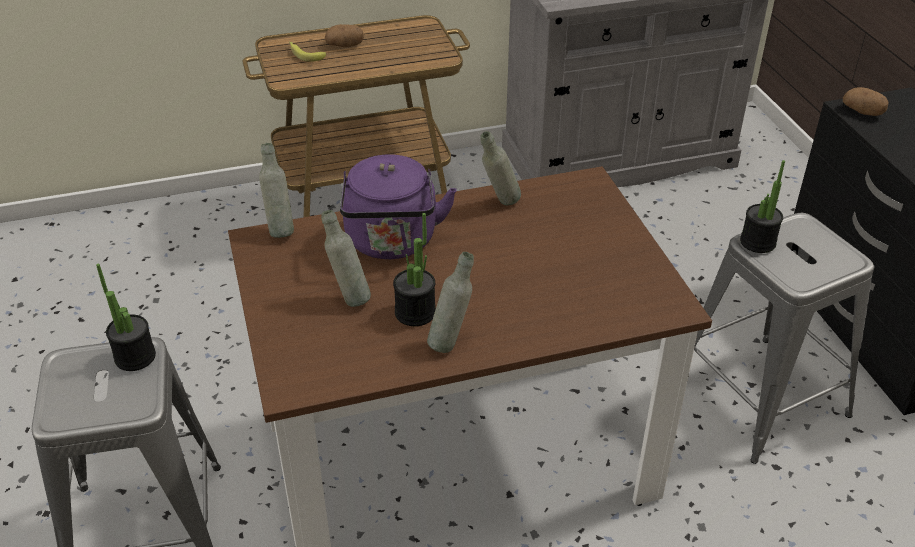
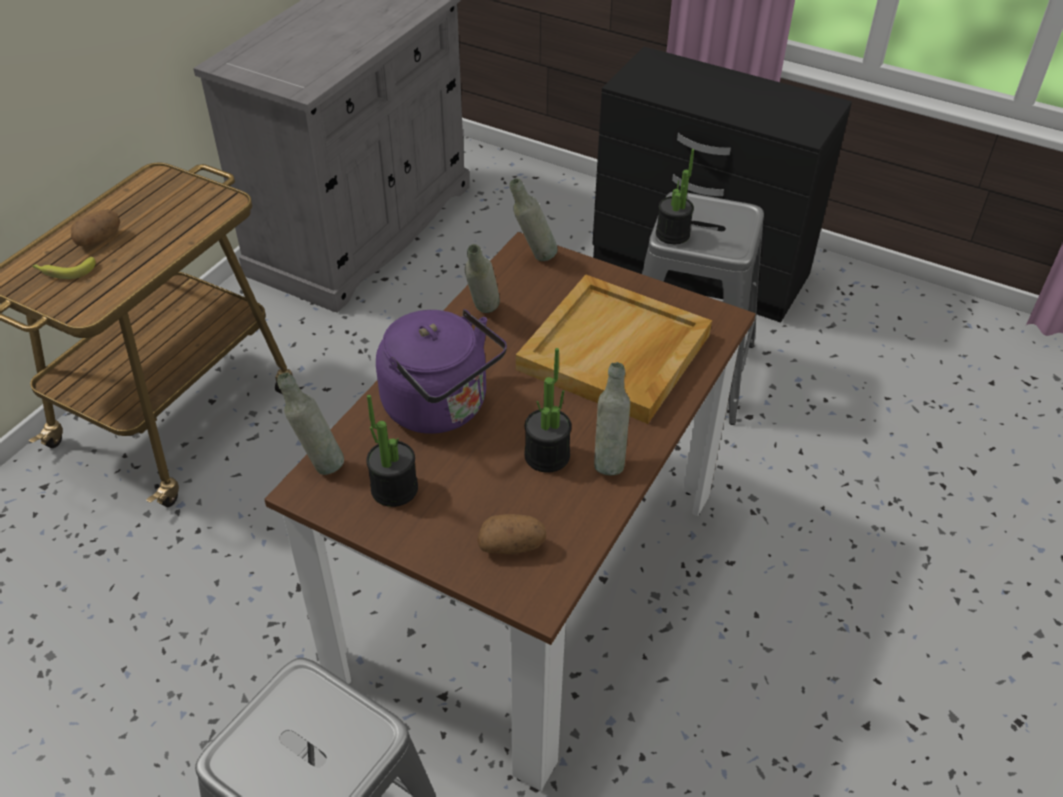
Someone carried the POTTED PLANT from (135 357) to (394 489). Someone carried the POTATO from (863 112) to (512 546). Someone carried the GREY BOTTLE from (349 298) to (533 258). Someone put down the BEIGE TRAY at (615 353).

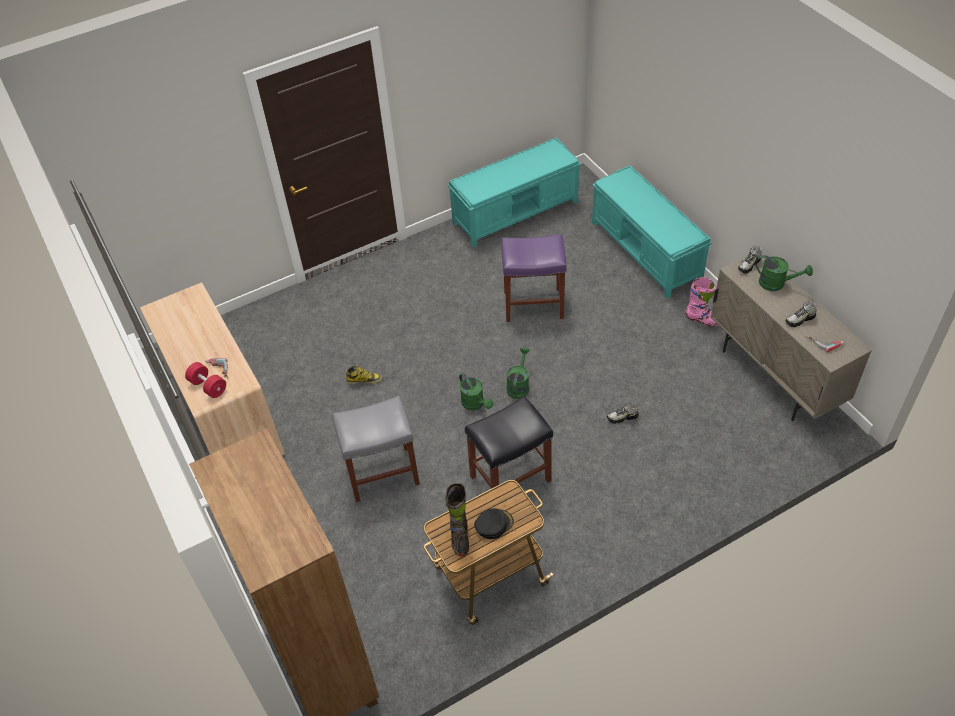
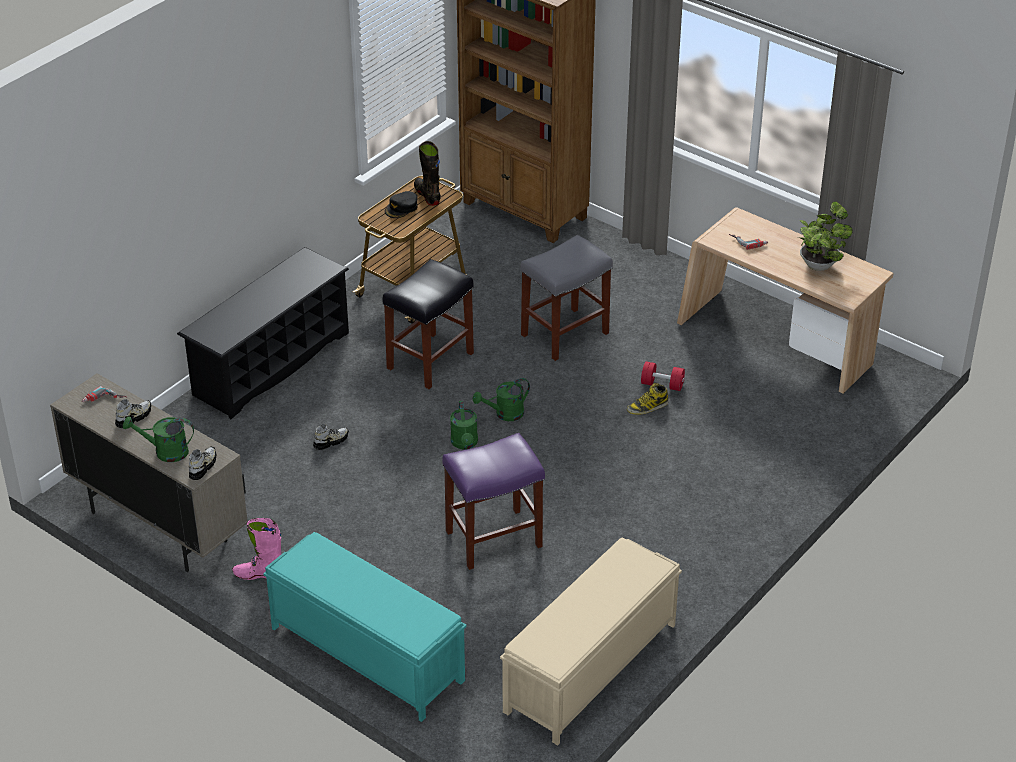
Someone put down the BLACK SHOE RACK at (271 364). Someone rotated the GREEN WATERING CAN at (475 404) by 60 degrees counterclockwise. Someone repainted the TURQUOISE BENCH at (516 212), which became the BEIGE BENCH at (589 669). Someone carried the RED DUMBBELL from (208 386) to (662 385). Someone put down the POTTED PLANT at (819 263).

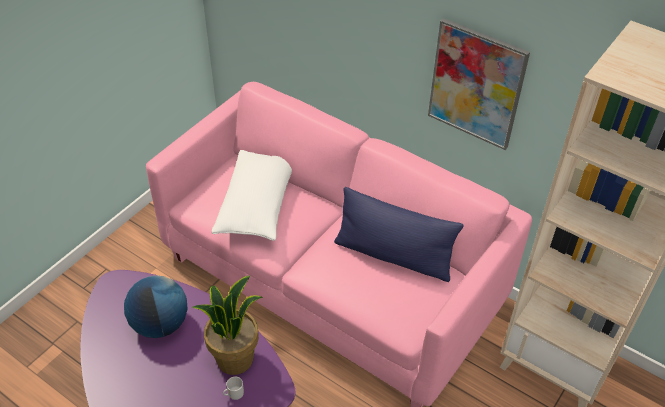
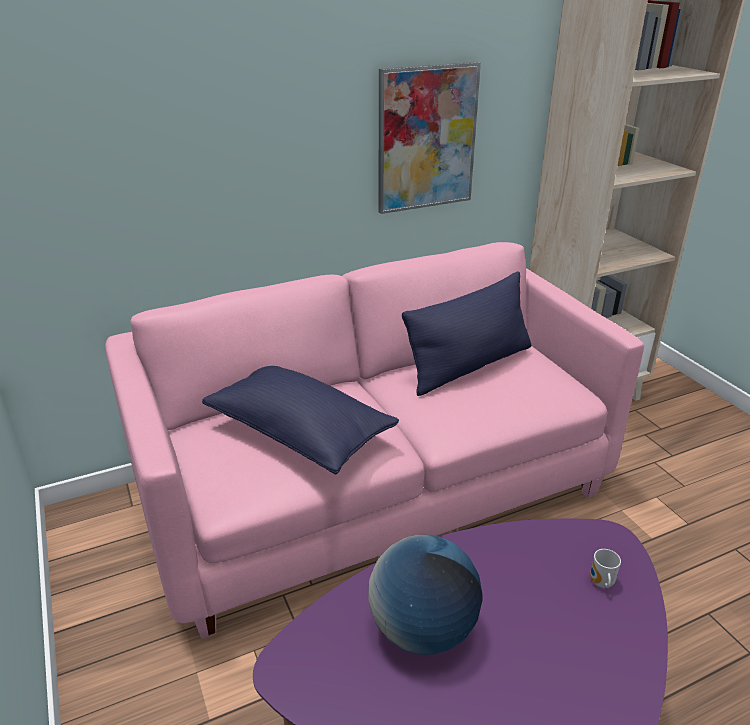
Someone repainted the WHITE PILLOW at (257 205), which became the BLUE PILLOW at (300 433). Someone took away the POTTED PLANT at (235 358).

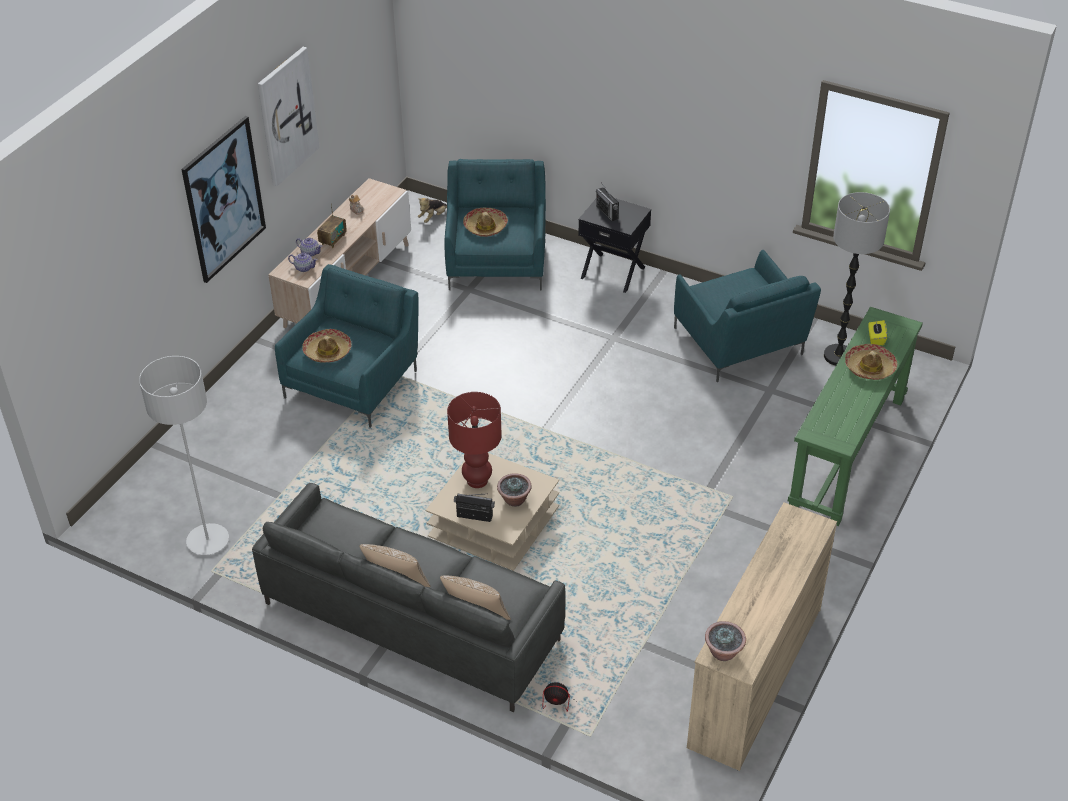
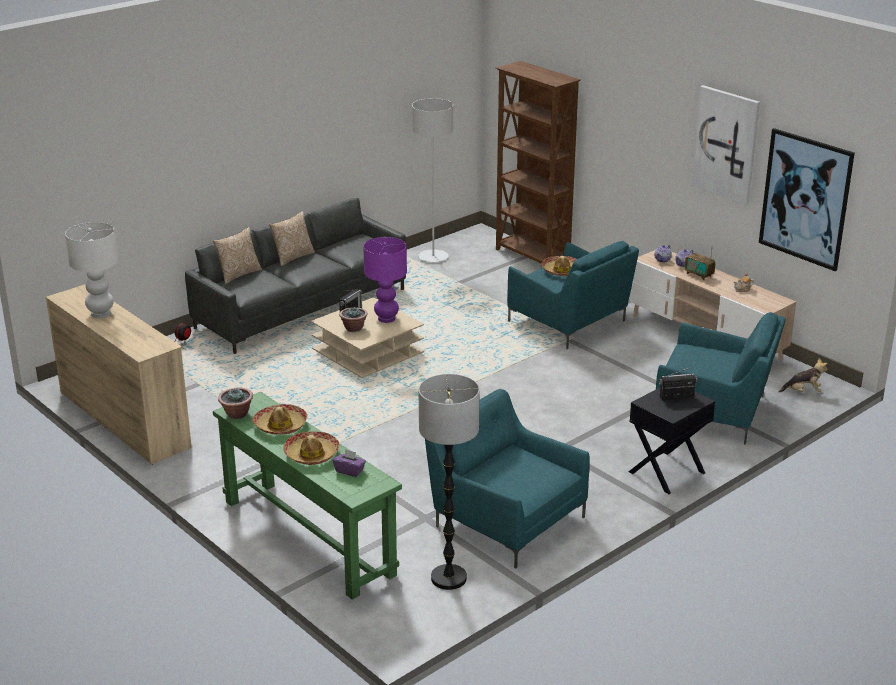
Someone put down the WHITE TABLE LAMP at (101 314). Someone carried the POTTED PLANT from (723 653) to (237 414). Someone carried the HAT from (485 227) to (280 425). Someone repainted the YELLOW TISSUE BOX at (876 338), which became the PURPLE TISSUE BOX at (349 471). Someone repainted the RED TABLE LAMP at (477 480), which became the PURPLE TABLE LAMP at (387 319). Someone rotated the TURQUOISE ARMCHAIR at (740 344) by 45 degrees clockwise. Someone put down the BROWN BOOKCASE at (532 257). Someone carried the PICTURE from (224 199) to (805 199). Someone rotated the PLUSH TOY at (433 217) by 120 degrees clockwise.

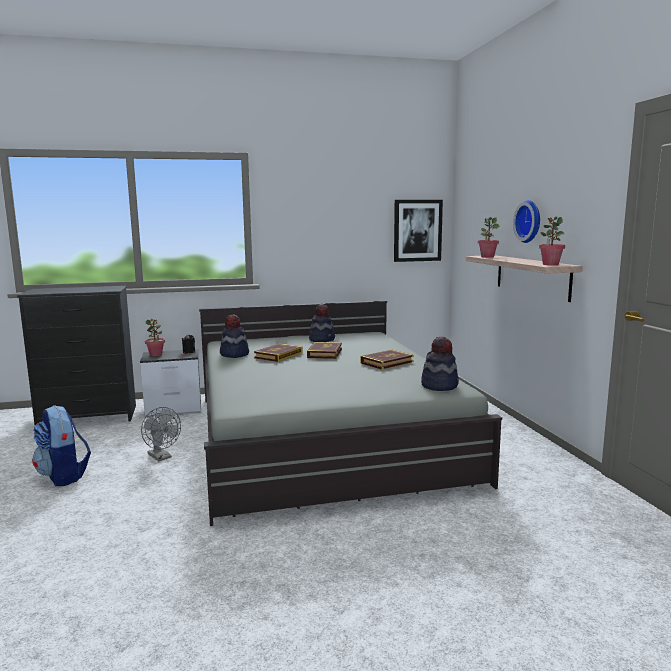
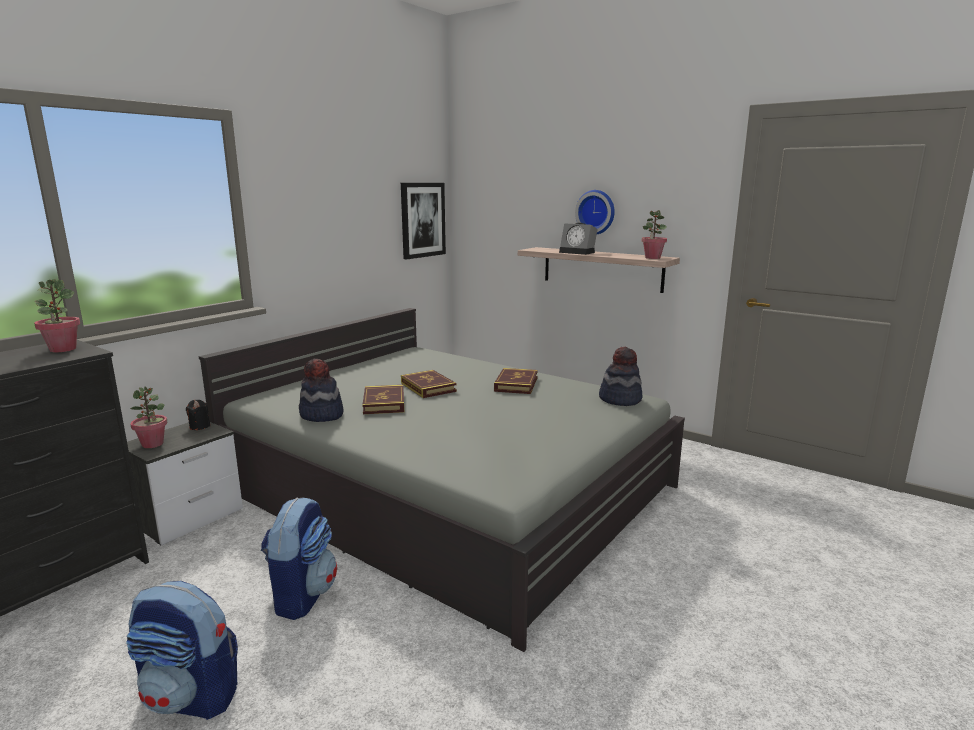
Someone carried the POTTED PLANT from (487 257) to (63 349). Someone swapped the GREY FAN at (162 457) for the BACKPACK at (302 595). Someone put down the ALARM CLOCK at (578 252). Someone took away the HAT at (322 339).

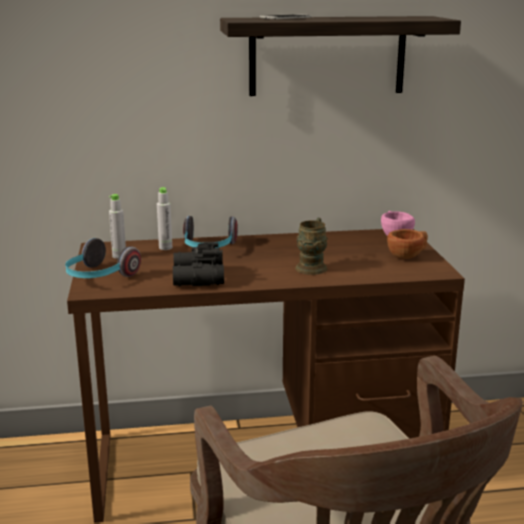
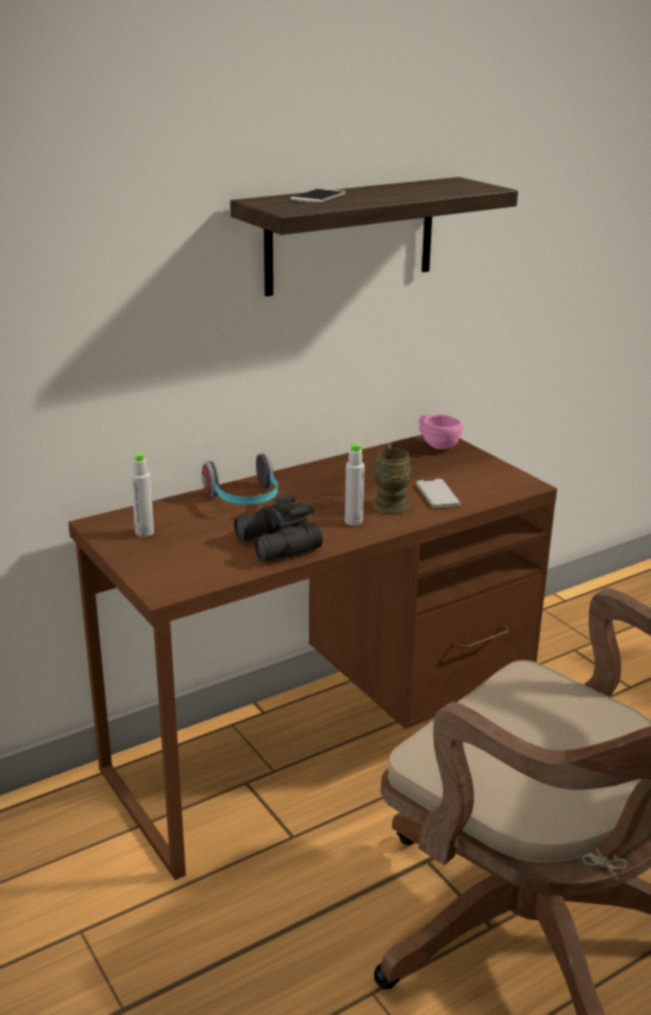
Someone carried the GREY BOTTLE from (165 248) to (353 521). Someone put down the PHONE at (437 495). Someone took away the HEADPHONES at (99 277). Someone took away the BROWN CUP at (408 256).

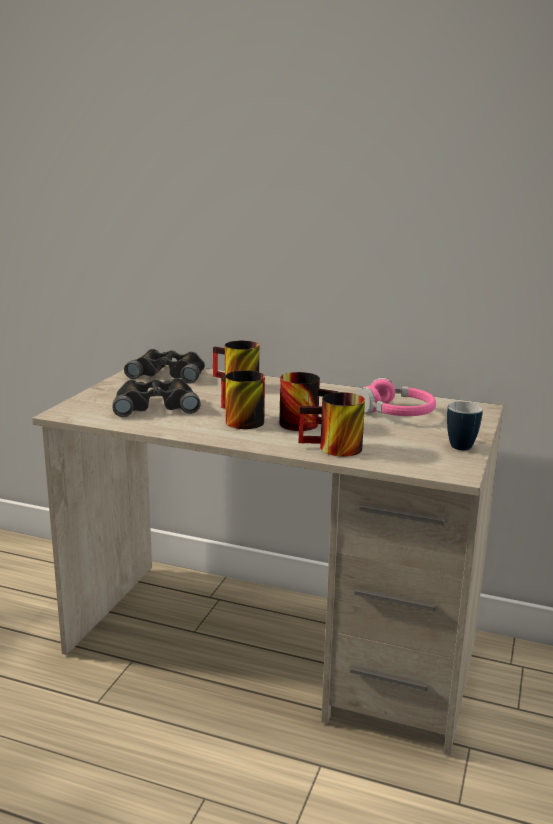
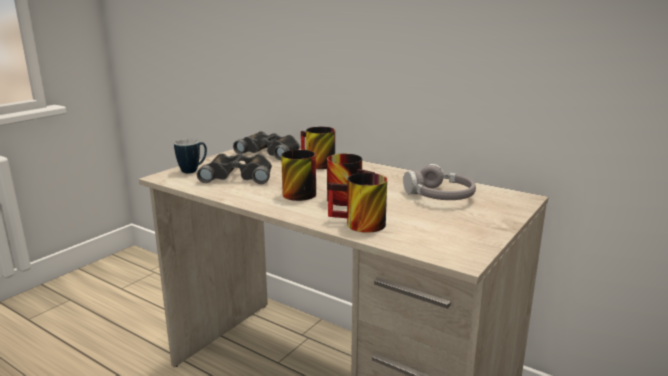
Someone carried the MUG from (463 445) to (193 170). Someone repainted the PINK HEADPHONES at (396 412), which became the GREY HEADPHONES at (439 196).

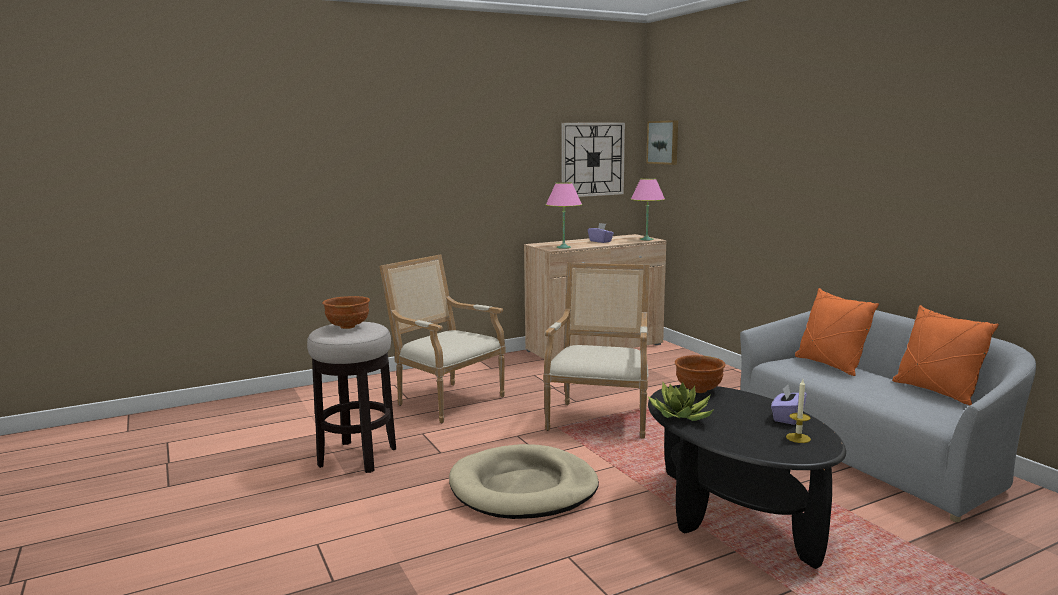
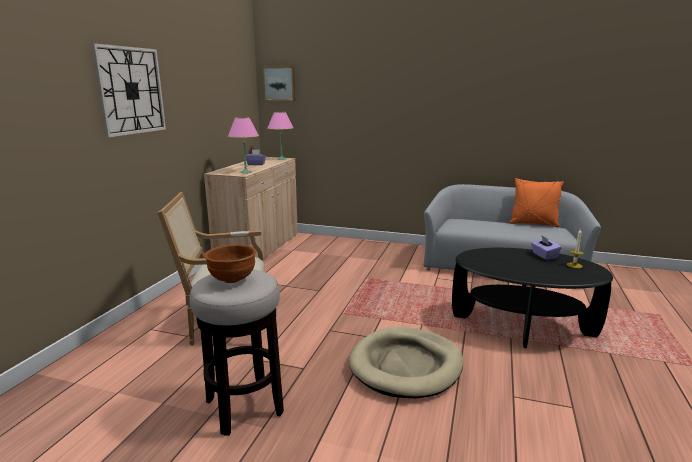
Someone carried the WALL CLOCK from (592 159) to (130 91). Someone took away the ARMCHAIR at (600 418). Someone took away the POTTED PLANT at (681 416). Someone took away the BROWN BOWL at (698 390). Someone took away the ORANGE PILLOW at (830 365).

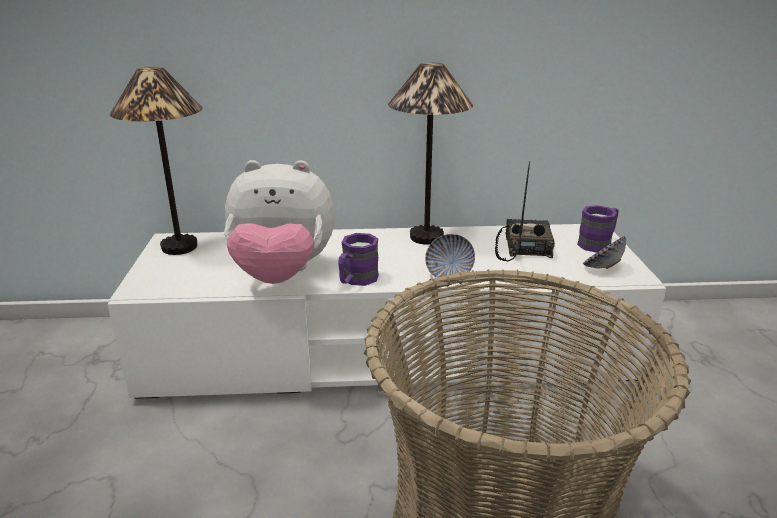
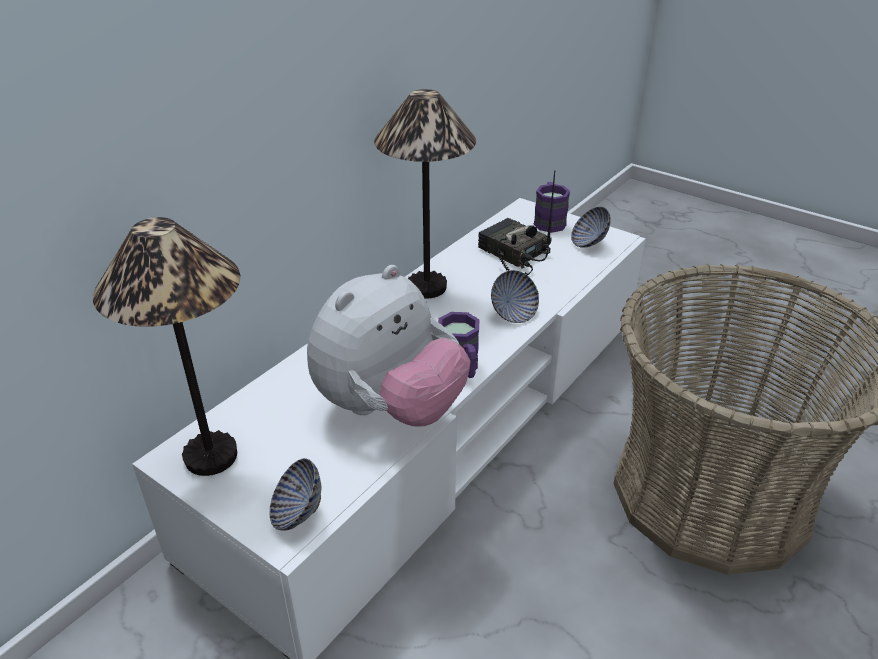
Someone put down the BOWL at (297 513).

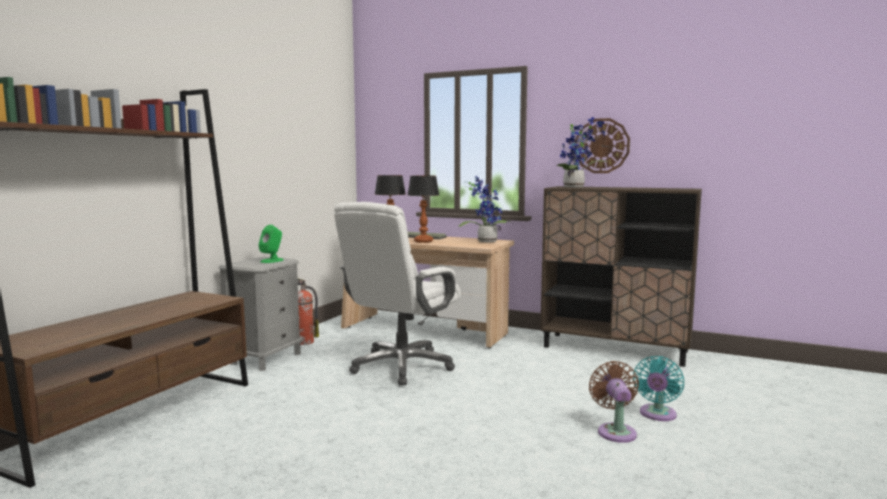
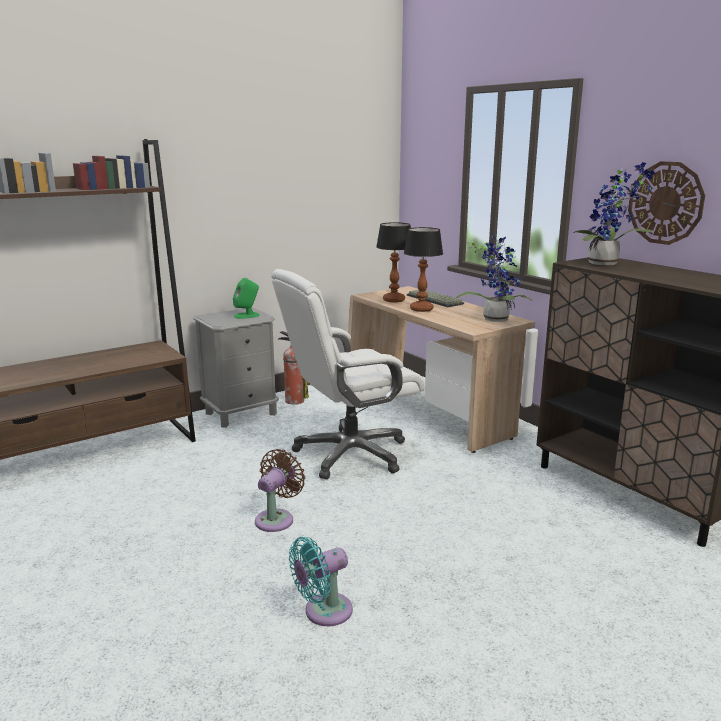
Someone carried the BROWN FAN from (615 431) to (277 519). Someone carried the TURQUOISE FAN from (657 415) to (323 612).

